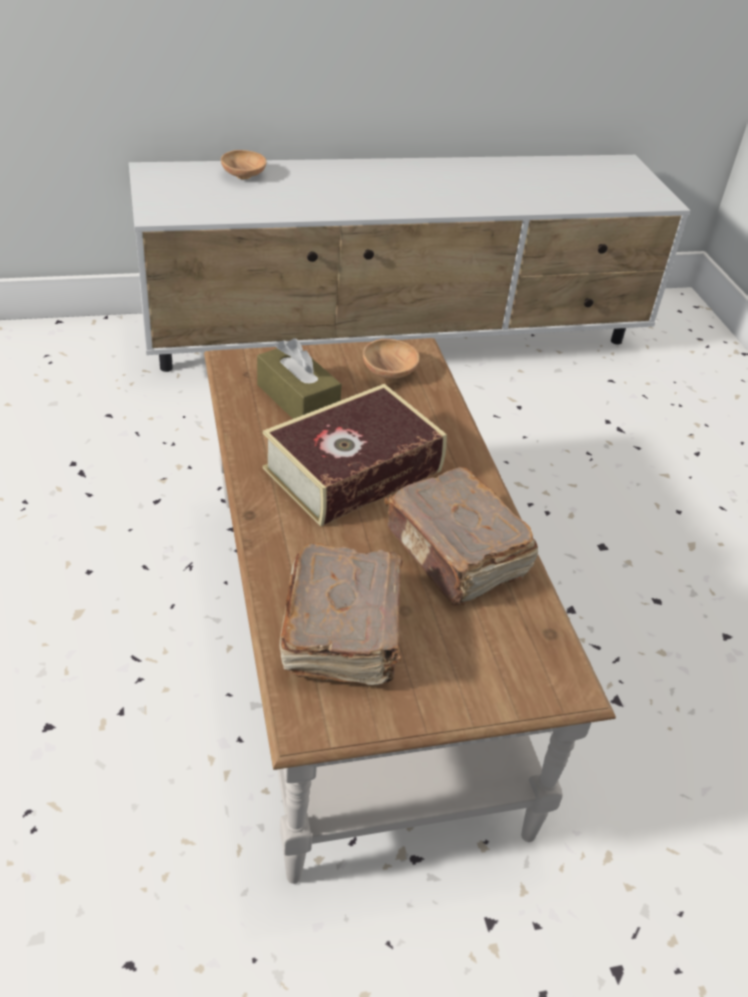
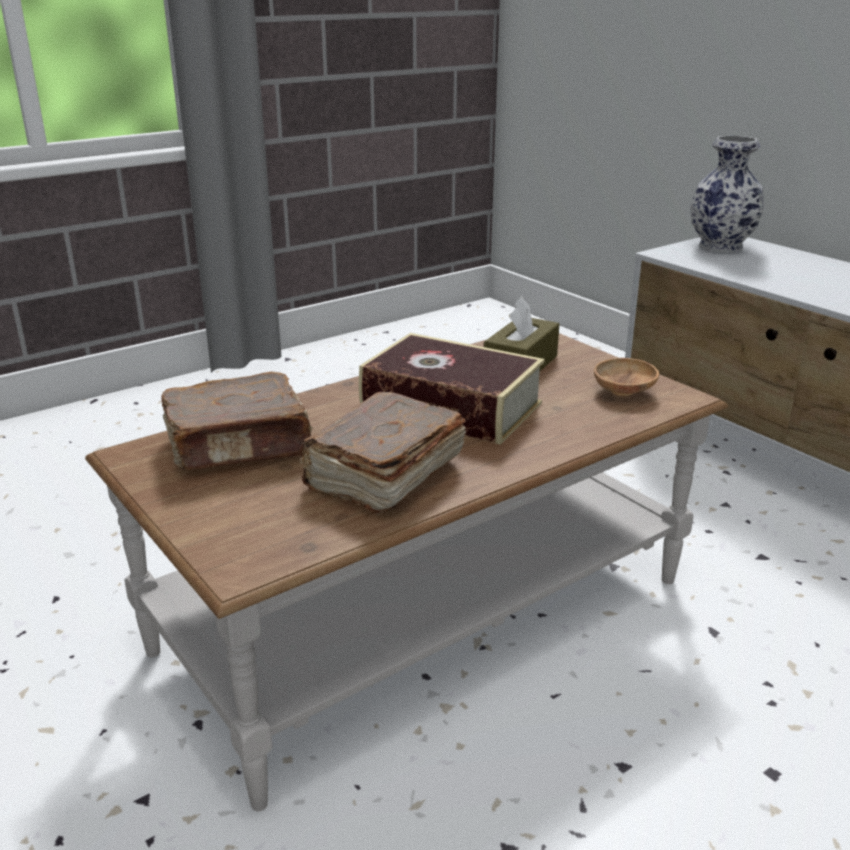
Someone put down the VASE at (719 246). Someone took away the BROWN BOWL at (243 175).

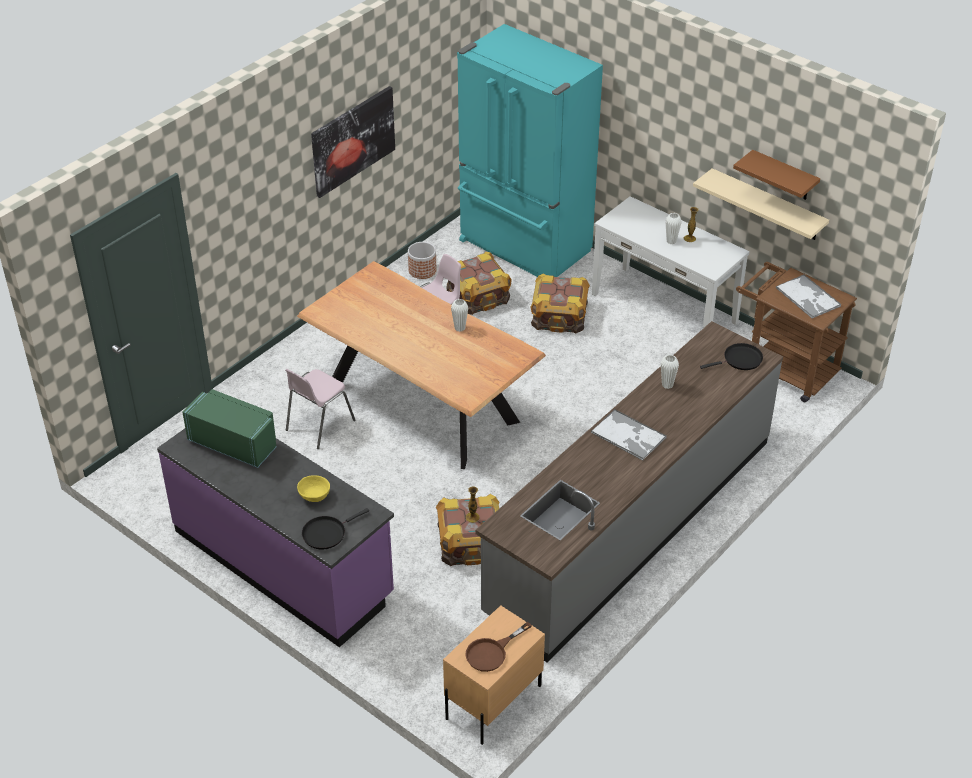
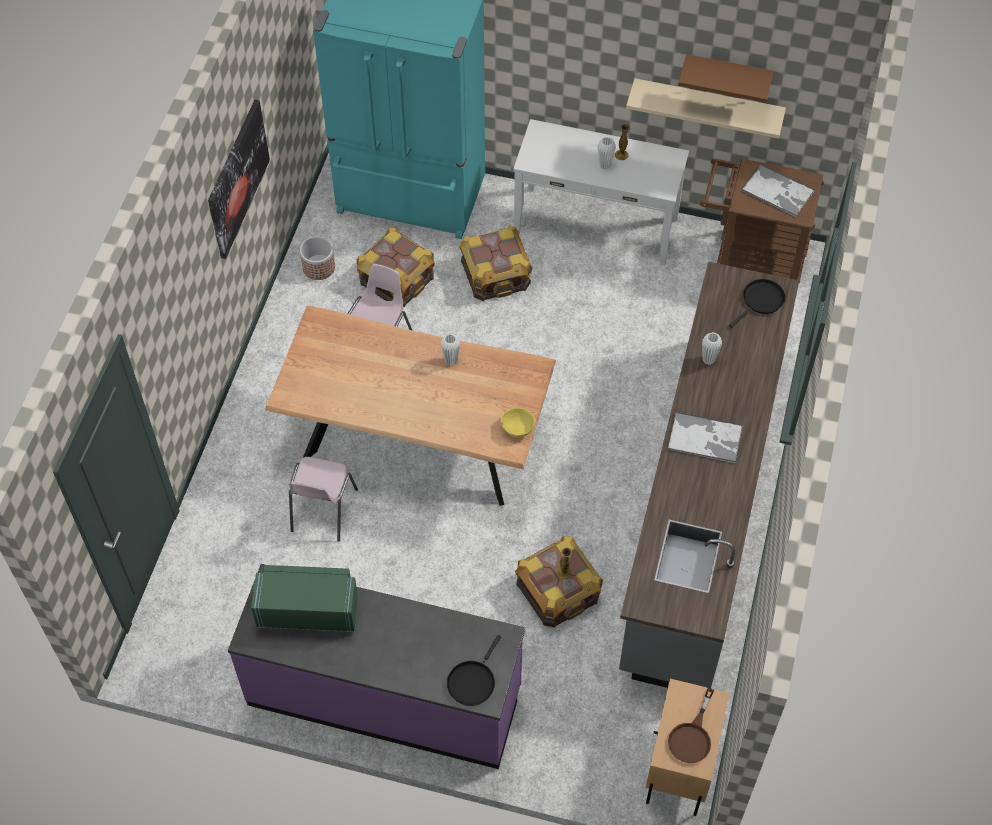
Someone carried the YELLOW BOWL from (314 496) to (518 429).

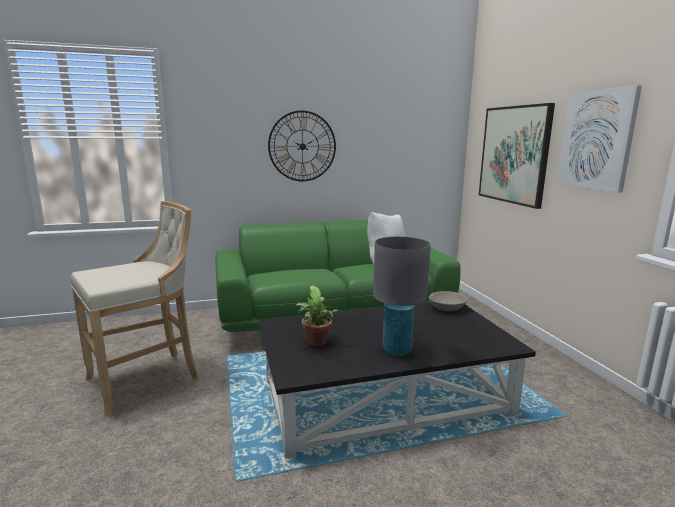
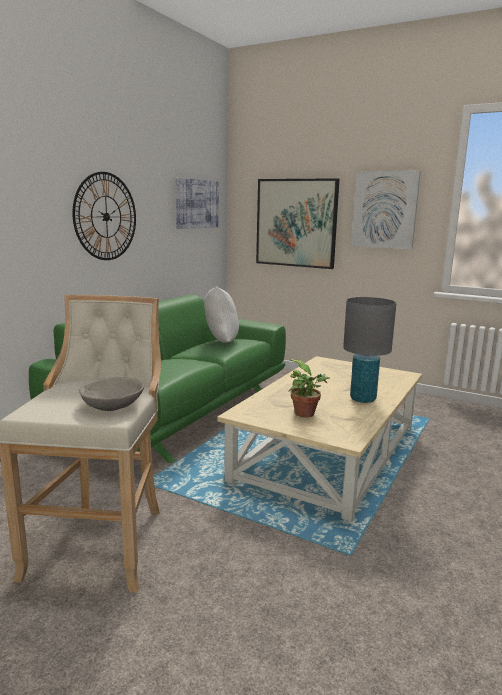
Someone carried the GREY BOWL from (447 308) to (113 405). Someone put up the PICTURE at (196 204). Someone repainted the BLACK COFFEE TABLE at (385 395), which became the BEIGE COFFEE TABLE at (328 451).

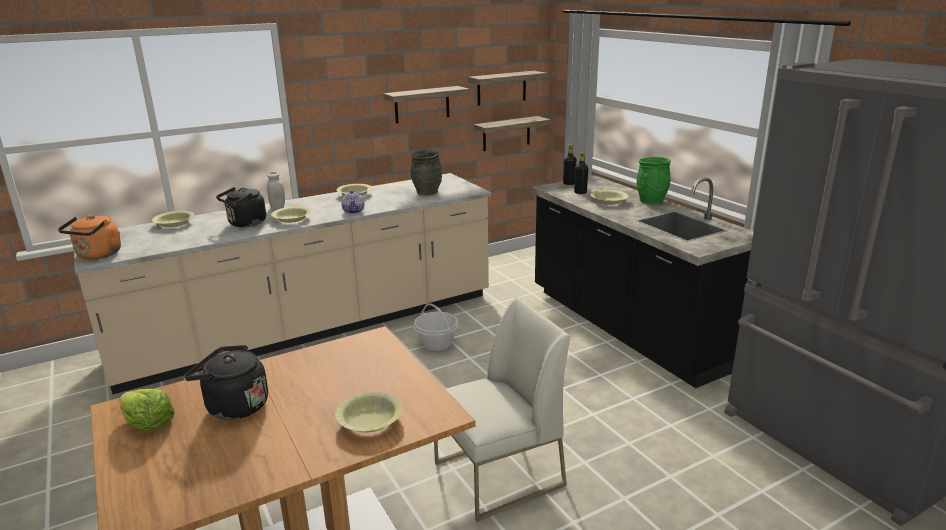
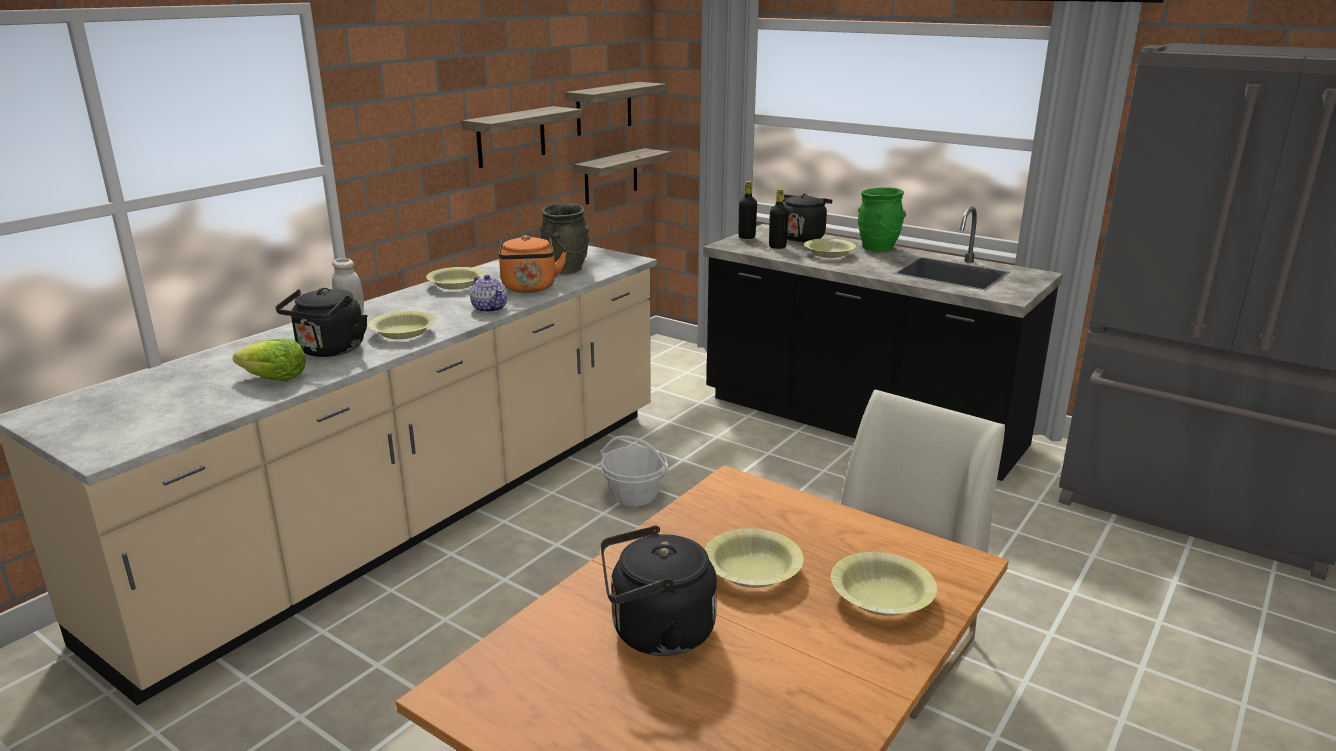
Someone carried the LETTUCE from (148 423) to (275 378). Someone carried the ORANGE KETTLE from (98 255) to (529 288). Someone carried the YELLOW BOWL from (174 224) to (752 571). Someone put down the BLACK KETTLE at (802 237).

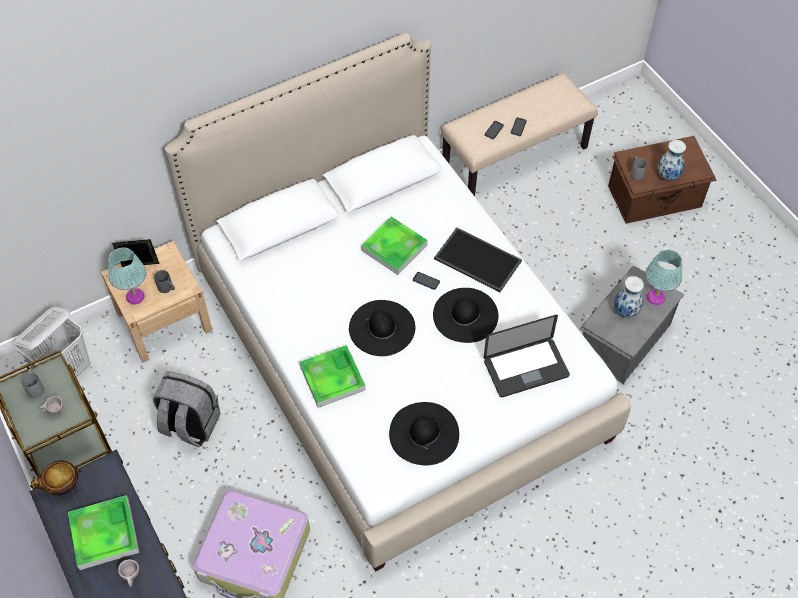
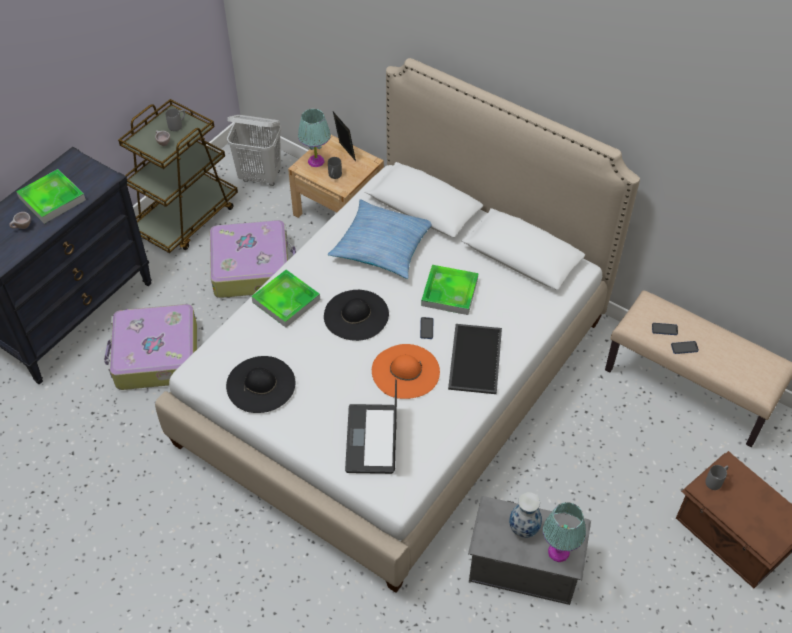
Someone swapped the GREY BACKPACK at (190 425) for the SUITCASE at (252 267). Someone put down the PILLOW at (382 246). Someone rotated the LAPTOP at (526 368) by 45 degrees clockwise. Someone repainted the BLACK HAT at (465 315), which became the ORANGE HAT at (405 371). Someone took away the BOWL at (62 487). Someone took away the VASE at (668 176).

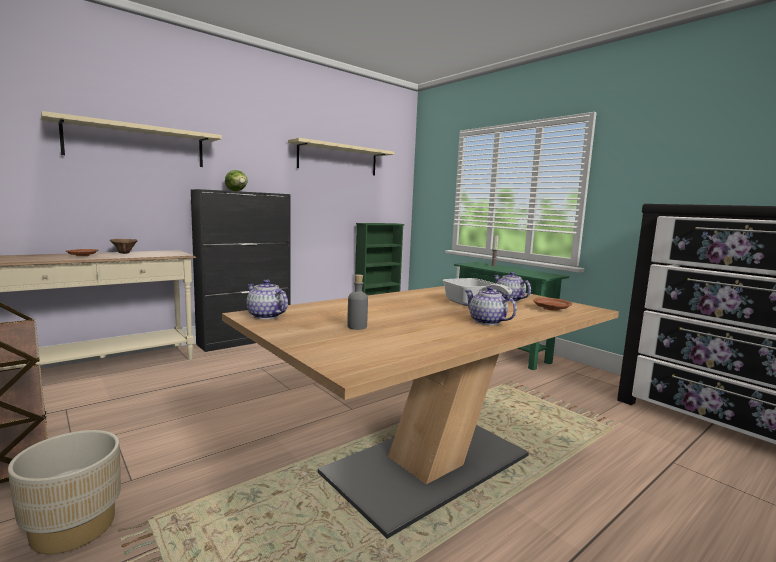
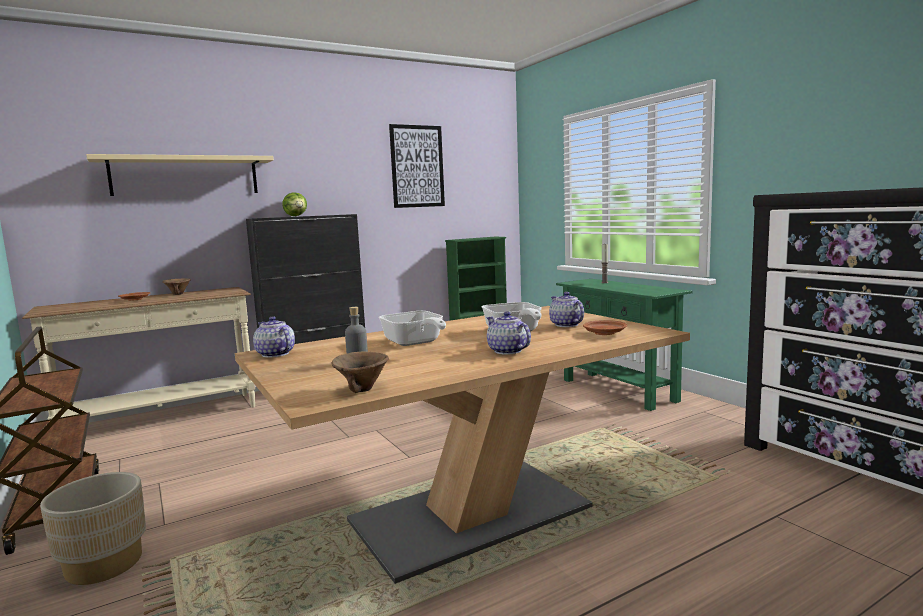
Someone put down the BROWN BOWL at (362 389). Someone put down the FRYING PAN at (414 343). Someone swapped the BEIGE SHELF at (338 159) for the PICTURE at (417 166).

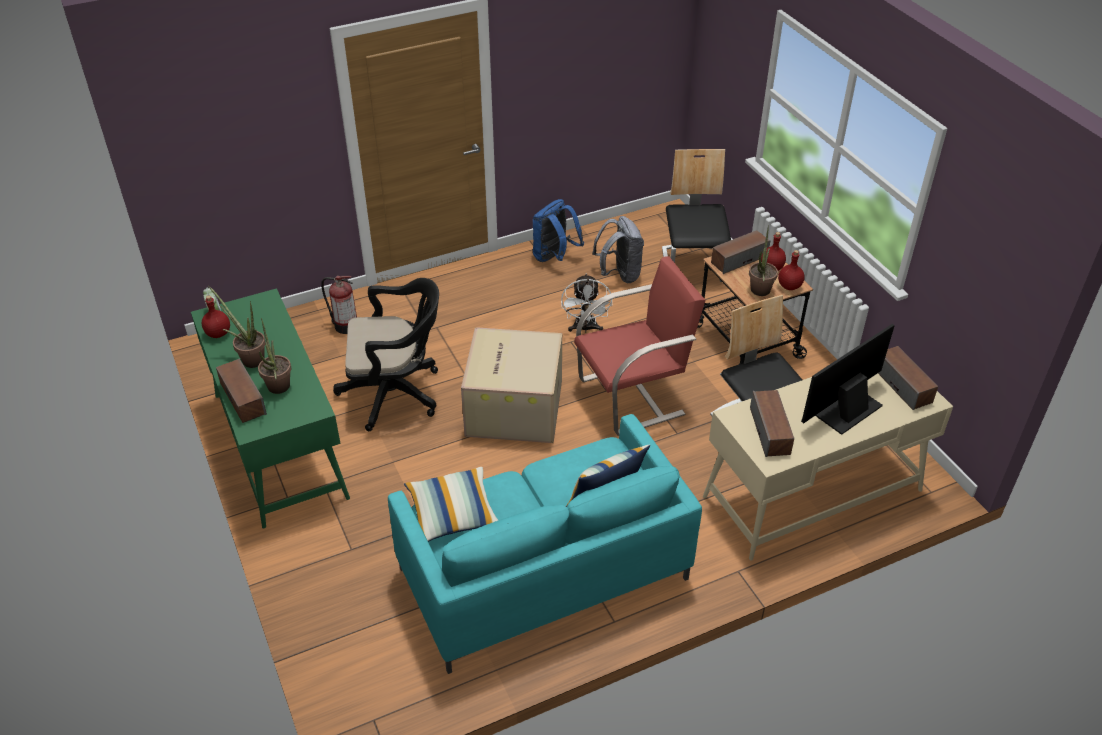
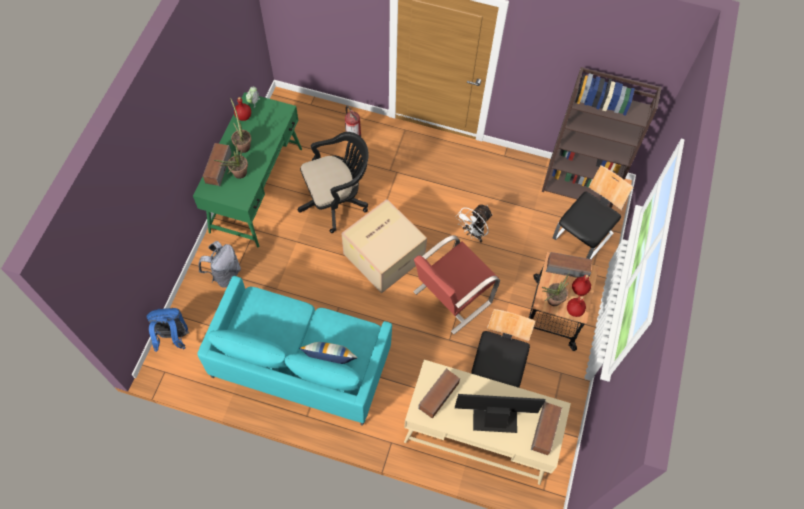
Someone carried the BLUE BACKPACK from (554 257) to (173 337). Someone carried the GREY BACKPACK from (619 274) to (224 274). Someone rotated the BLACK OFFICE CHAIR at (396 393) by 60 degrees counterclockwise. Someone rotated the RED ARMCHAIR at (632 396) by 120 degrees clockwise. Someone put down the BROWN BOOKCASE at (580 185). Someone took away the PILLOW at (452 514).

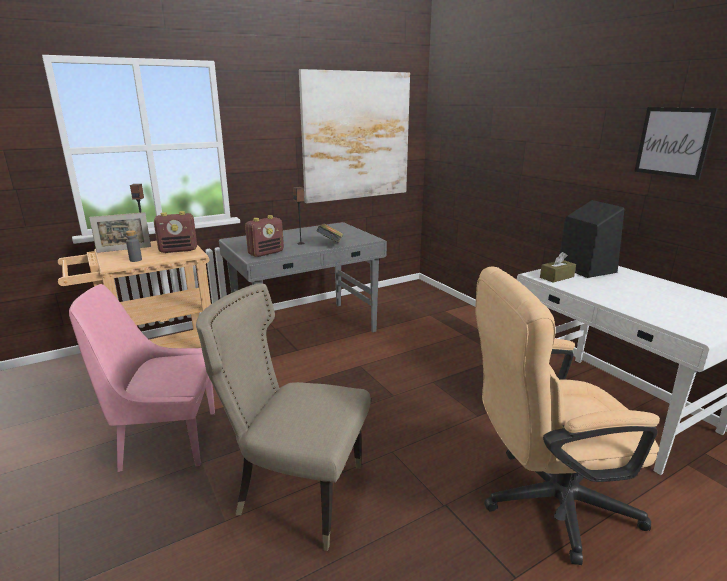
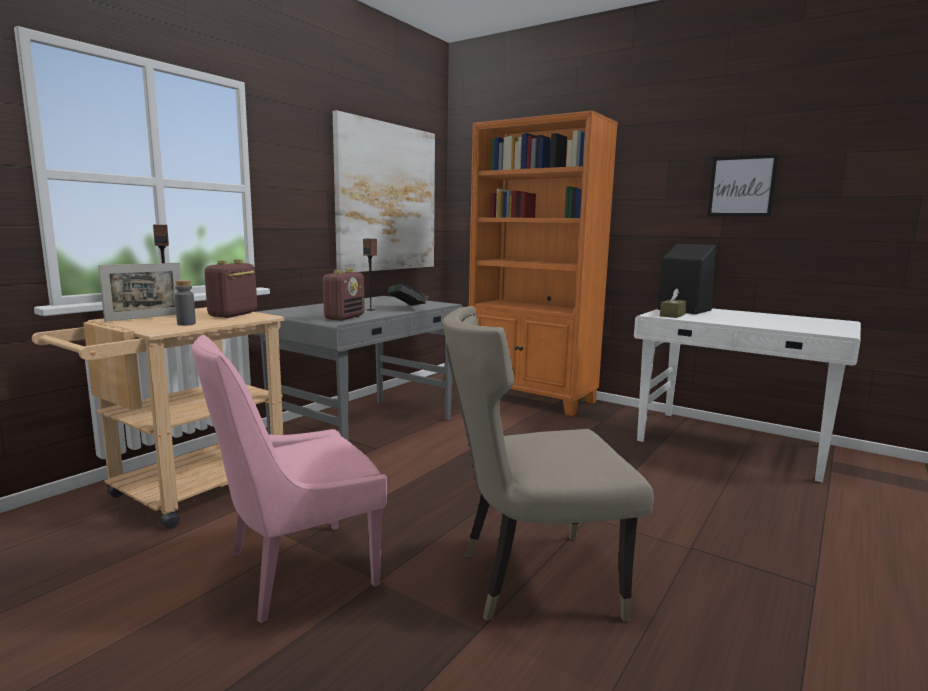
Someone rotated the RADIO at (179 250) by 150 degrees clockwise. Someone put down the ORANGE BOOKCASE at (532 398). Someone took away the BEIGE OFFICE CHAIR at (544 502).

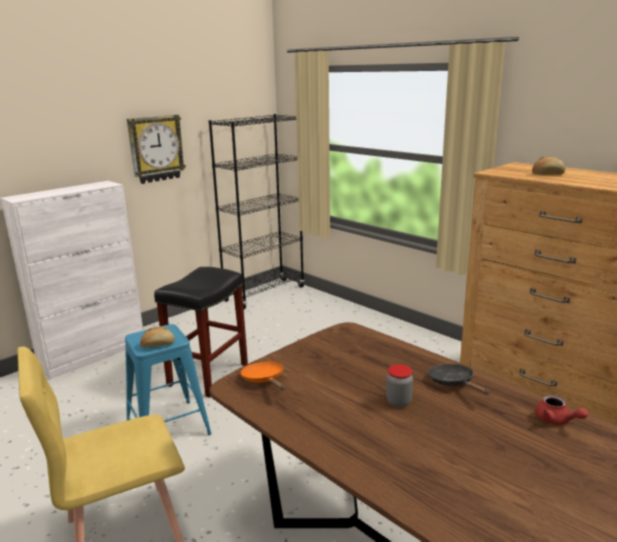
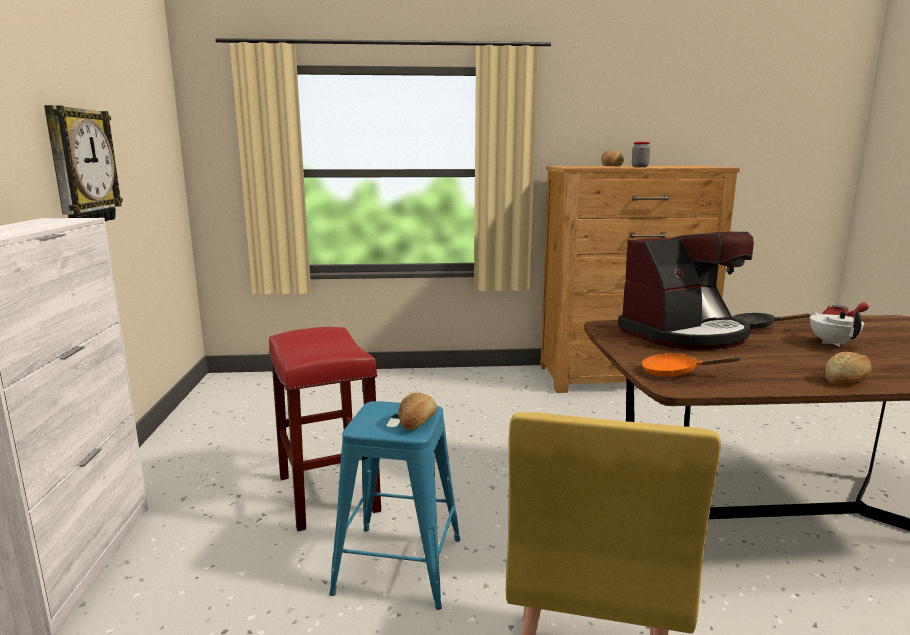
Someone repainted the BLACK STOOL at (208 375), which became the RED STOOL at (329 494). Someone put down the COFFEE MACHINE at (685 334). Someone carried the JAR from (398 402) to (639 167). Someone put down the WHITE TEAPOT at (832 343). Someone put down the BREAD at (846 380). Someone took away the BLACK BOOKCASE at (264 294).

